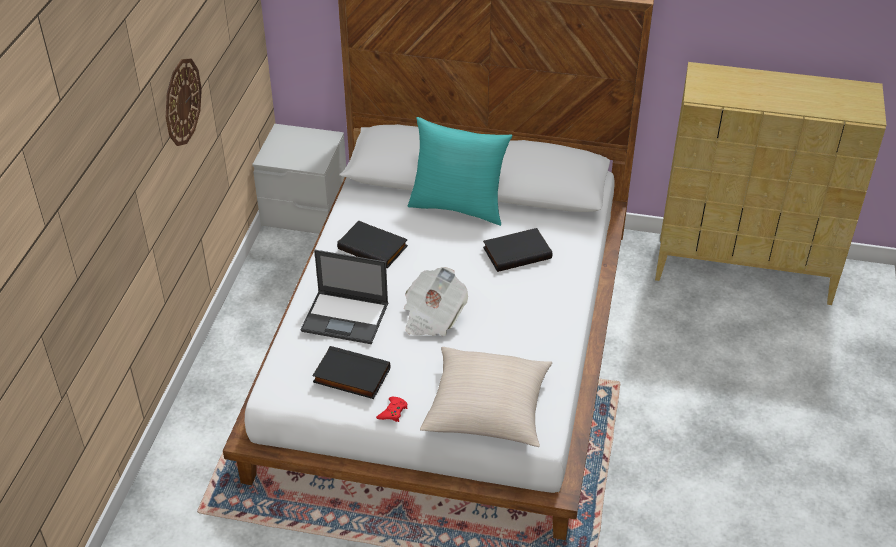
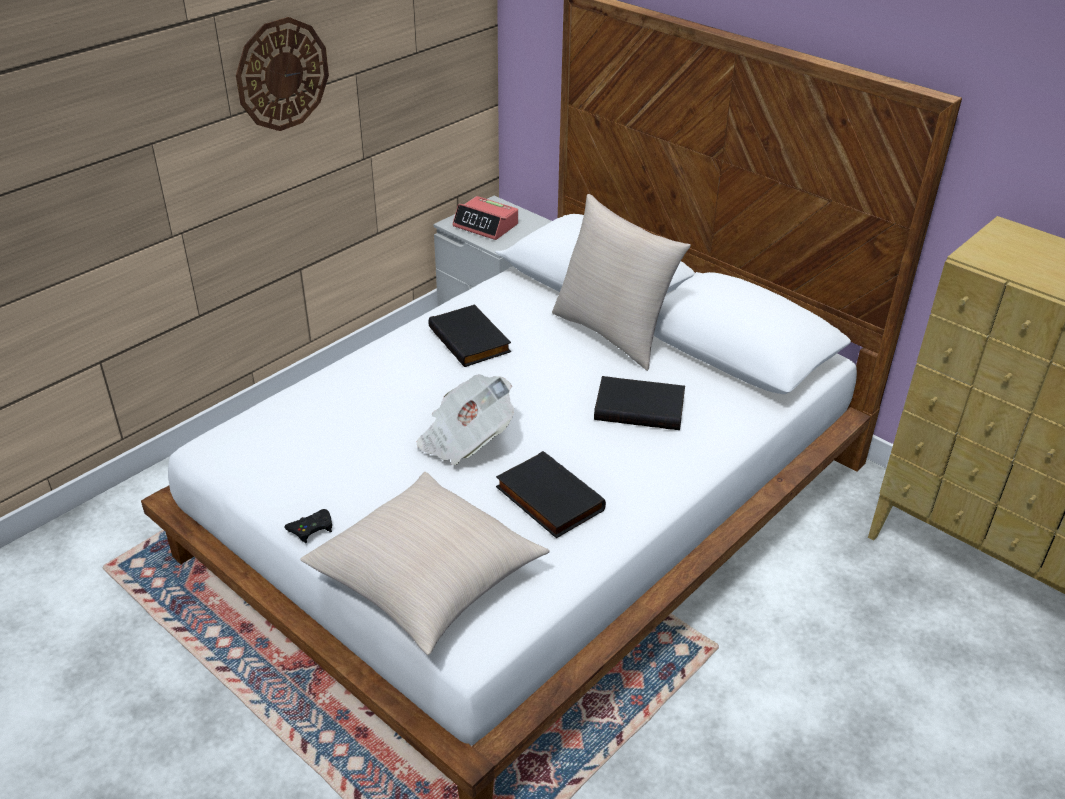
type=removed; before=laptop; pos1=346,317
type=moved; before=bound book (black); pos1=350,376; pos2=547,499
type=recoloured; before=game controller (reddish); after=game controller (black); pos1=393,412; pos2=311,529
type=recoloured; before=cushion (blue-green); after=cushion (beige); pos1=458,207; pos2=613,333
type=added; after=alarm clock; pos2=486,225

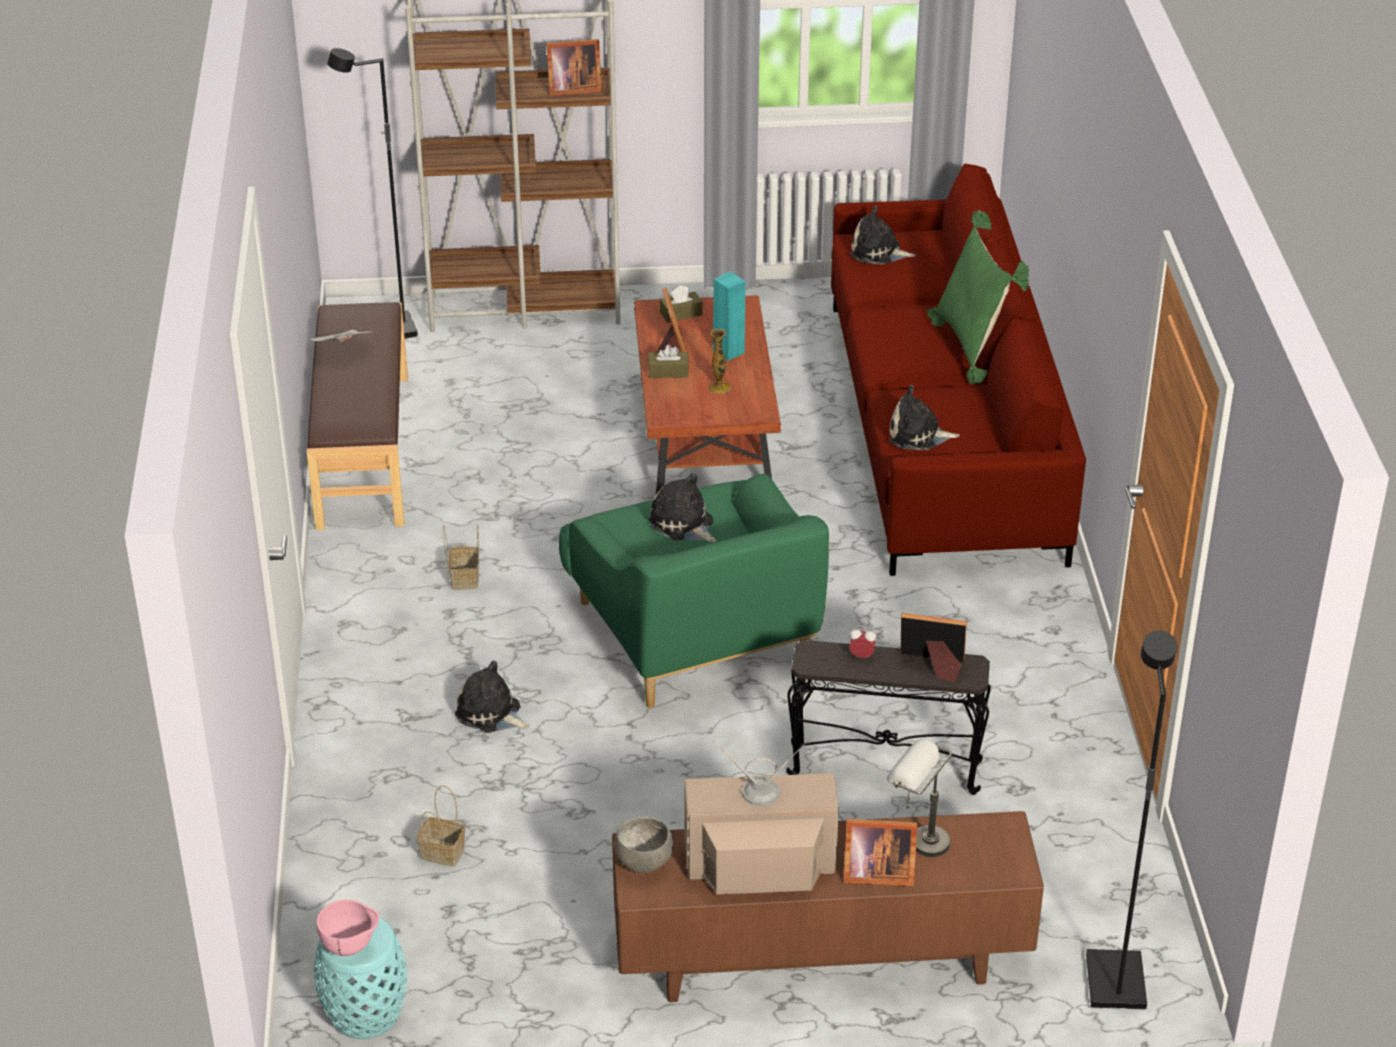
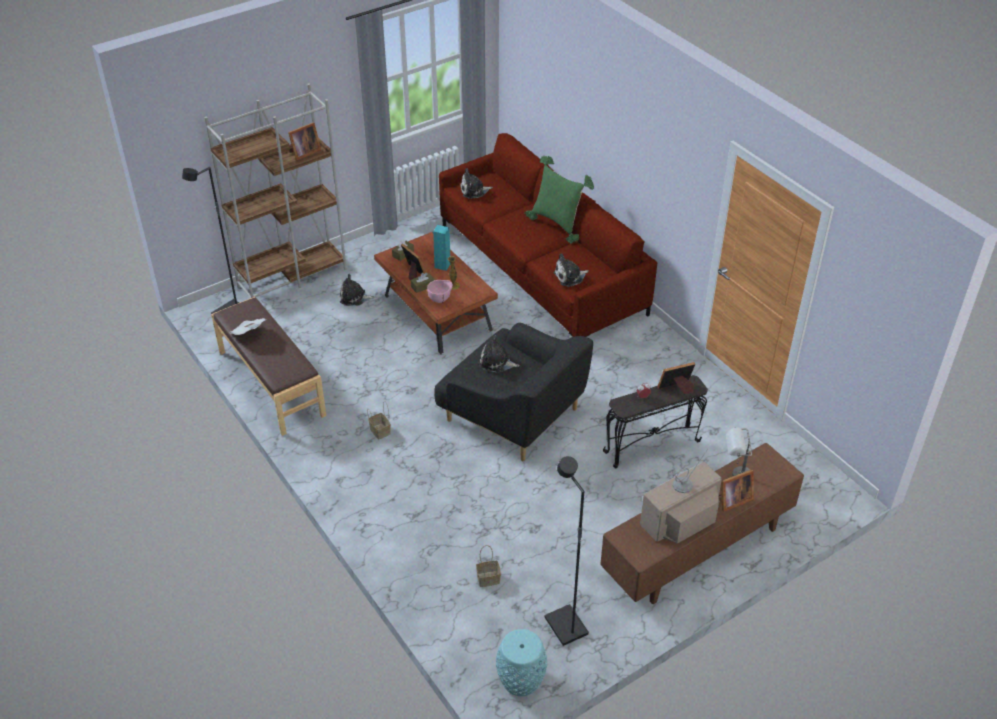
type=moved; before=deep dish (pink); pos1=351,948; pos2=440,300
type=moved; before=cuddly toy; pos1=491,714; pos2=354,298
type=recoloured; before=armchair (greenish); after=armchair (black); pos1=695,633; pos2=513,414
type=removed; before=deep dish (greyish); pos1=645,862
type=moved; before=floor lamp (black); pos1=1113,982; pos2=565,626

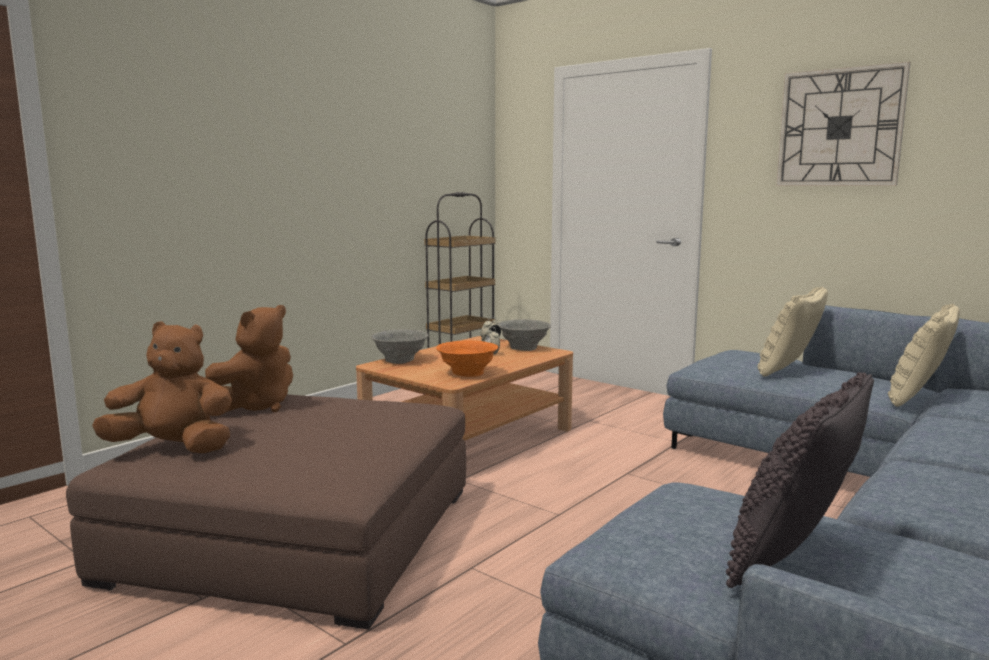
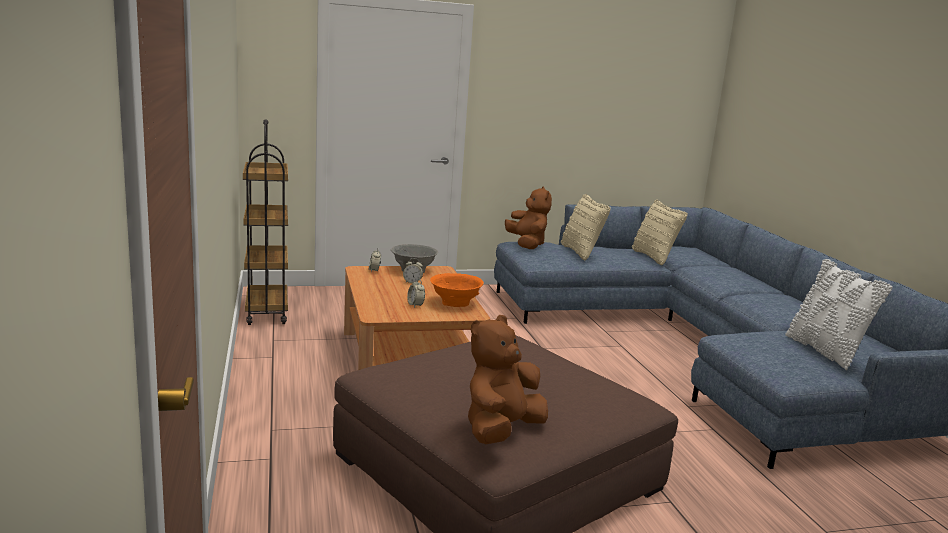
type=moved; before=cuddly toy (brown-coloured); pos1=256,406; pos2=527,244
type=removed; before=deep dish (greyish); pos1=400,360
type=recoloured; before=cushion (black); after=cushion (whitish); pos1=791,559; pos2=825,352
type=removed; before=wall clock; pos1=839,127
type=added; after=alarm clock; pos2=415,305

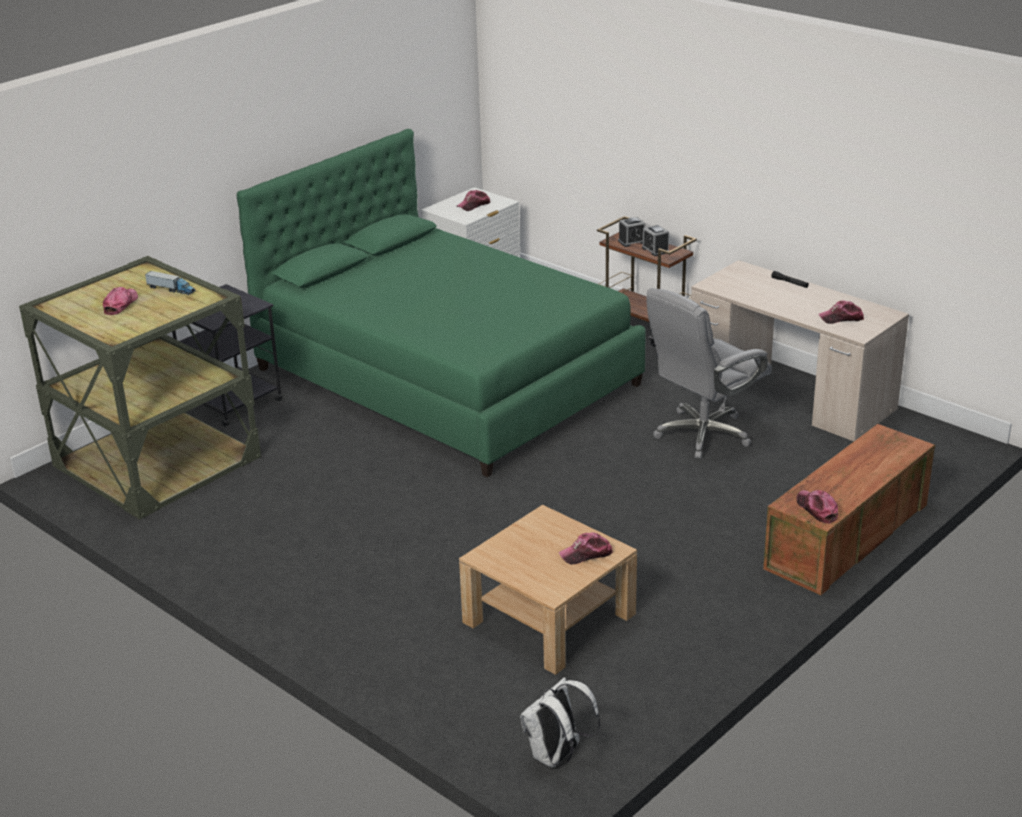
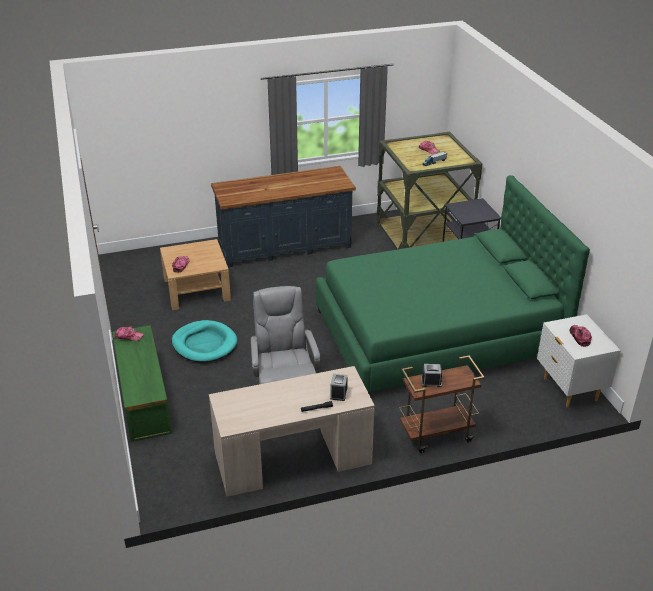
type=removed; before=knapsack (whitish); pos1=557,756
type=moved; before=alarm clock; pos1=632,241; pos2=338,393
type=recoloured; before=bench (brown-coloured); after=bench (greenish); pos1=848,537; pos2=142,397
type=removed; before=baseball cap; pos1=841,318
type=added; after=dog cushion (blue-green); pos2=204,344
type=added; after=drawer chest (blue); pos2=285,246

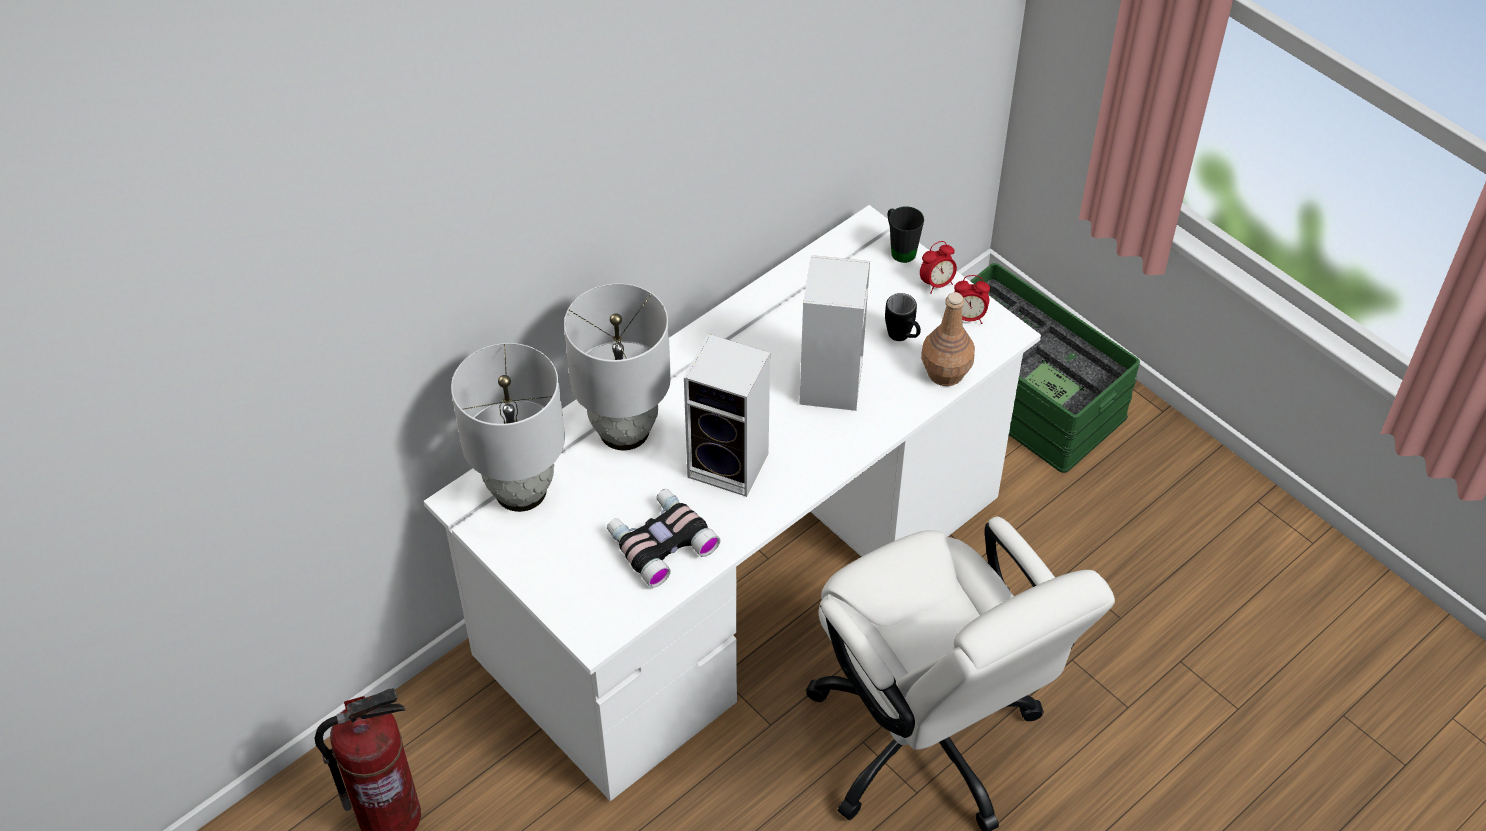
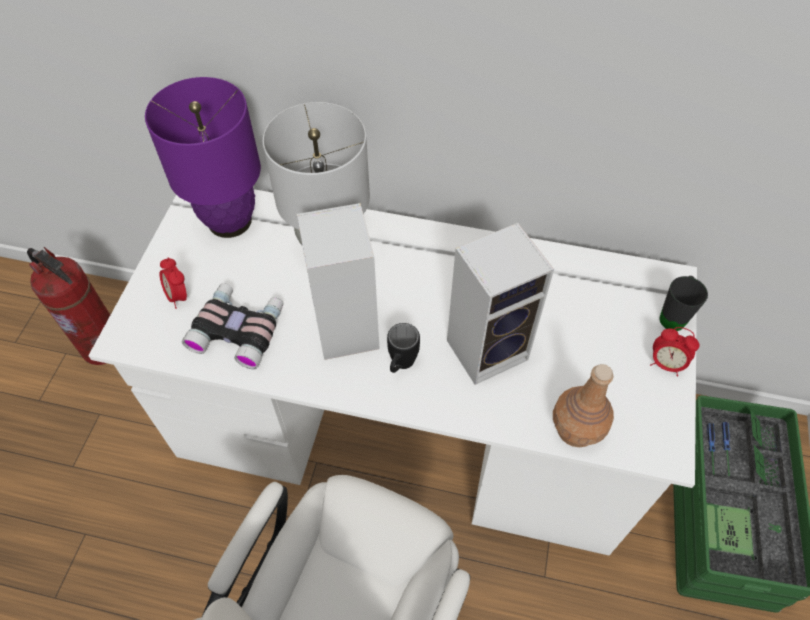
type=recoloured; before=lamp for a table (whitish); after=lamp for a table (purplish); pos1=520,490; pos2=230,220
type=moved; before=mug (black); pos1=903,338; pos2=400,366
type=moved; before=alarm clock; pos1=968,317; pos2=179,296

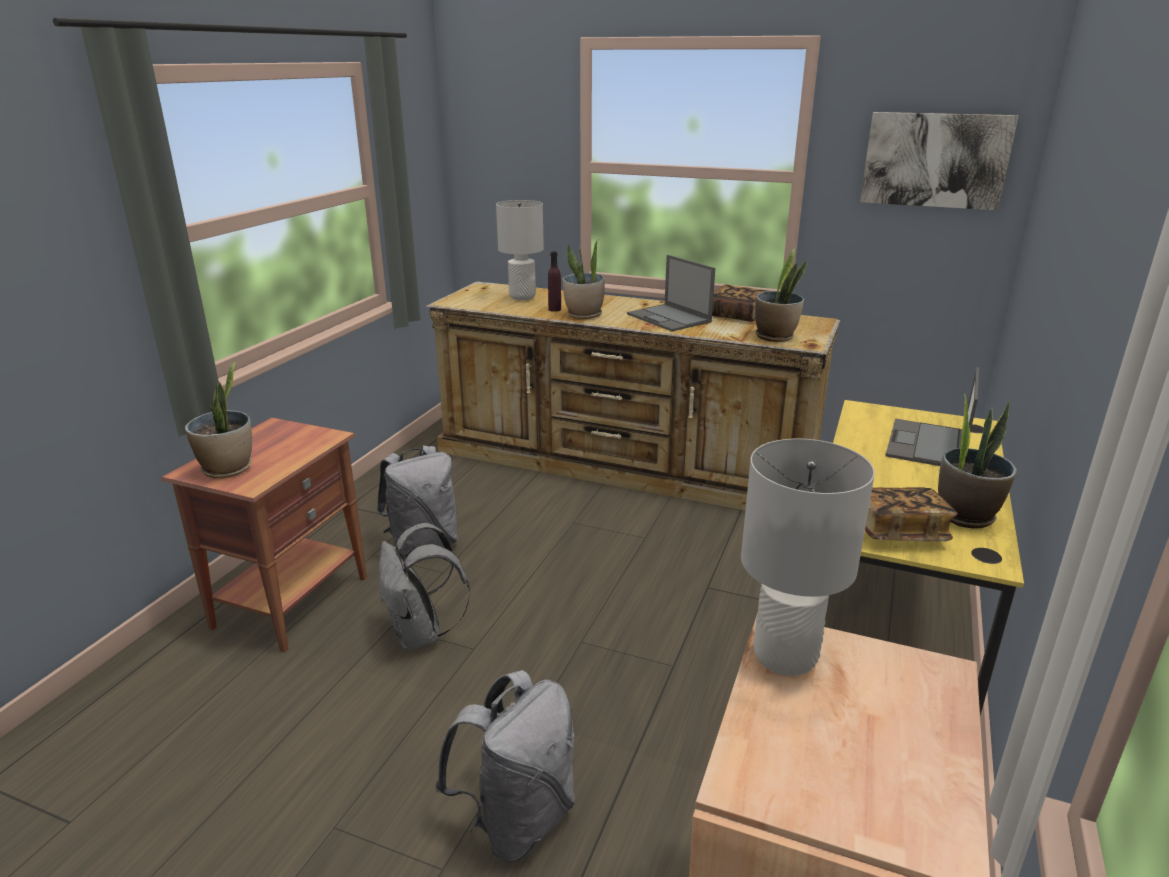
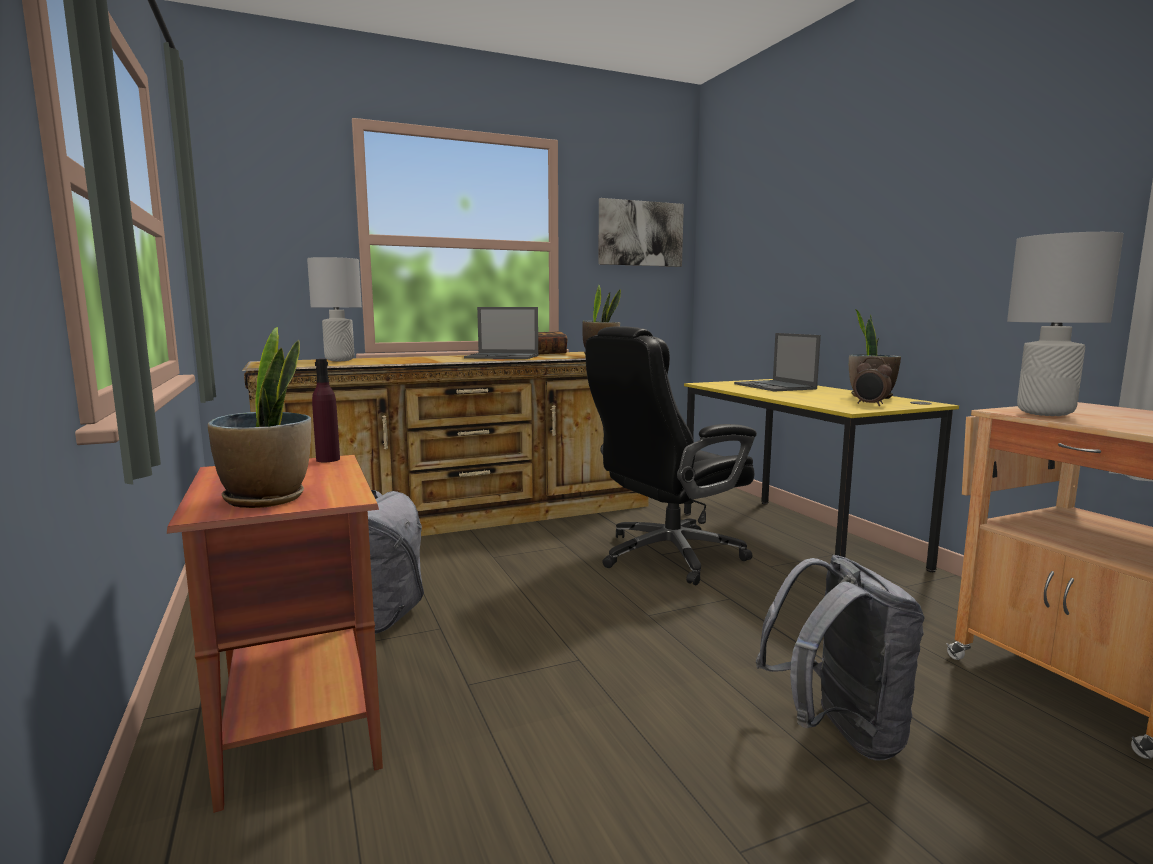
type=removed; before=knapsack (greyish); pos1=421,634
type=moved; before=bottle (purplish); pos1=554,309; pos2=328,459
type=removed; before=potted plant; pos1=584,315
type=replaced; before=bound book; after=alarm clock; pos1=897,531; pos2=870,404
type=added; after=computer chair (black); pos2=667,556

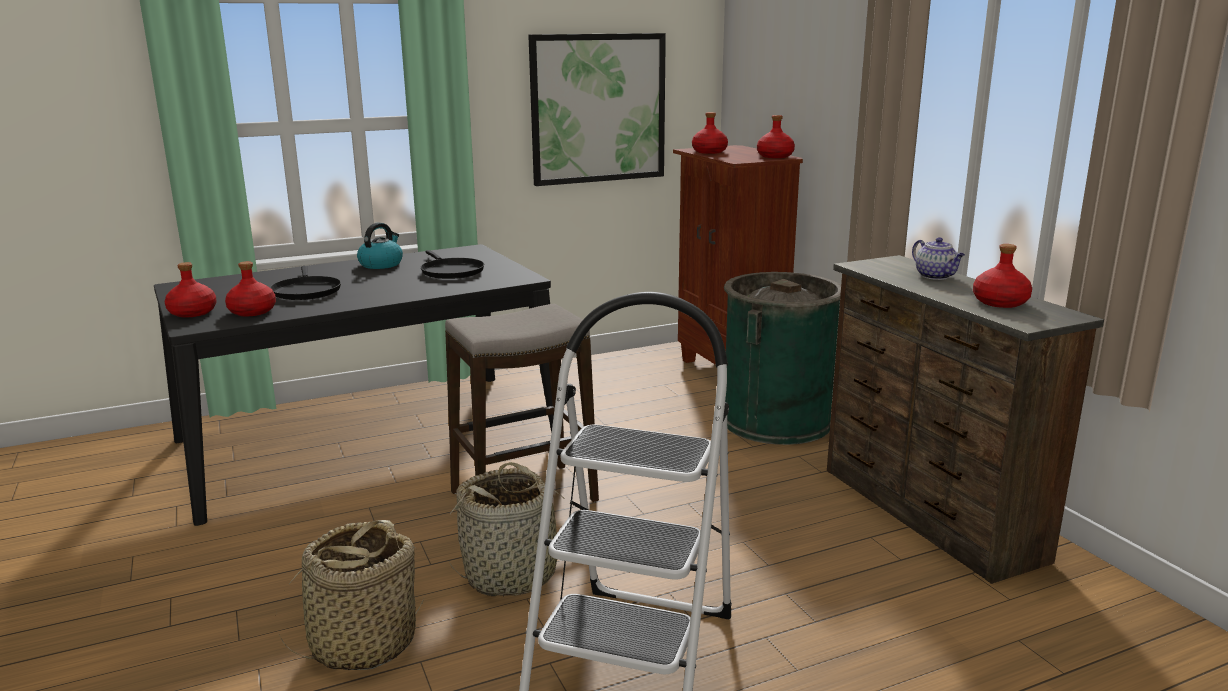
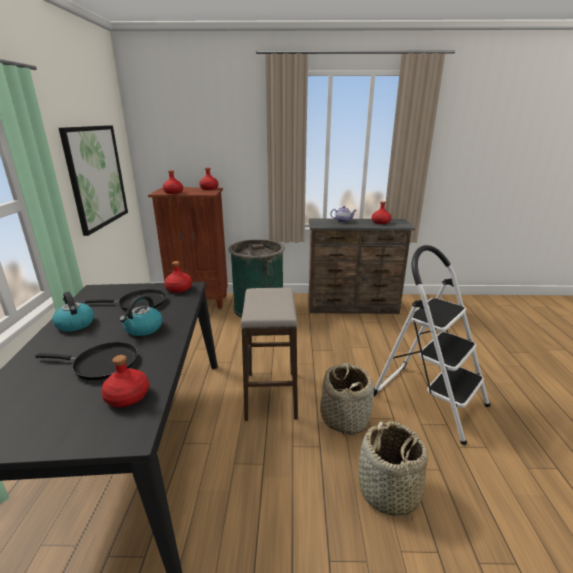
type=moved; before=bottle (reddish); pos1=192,312; pos2=179,289
type=added; after=tea kettle; pos2=143,329

